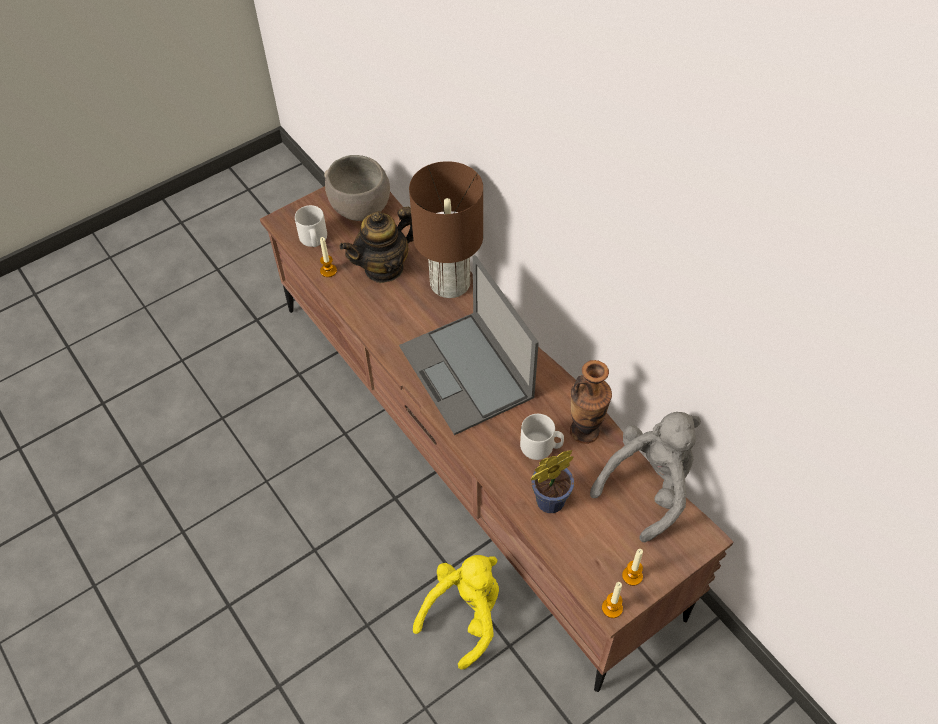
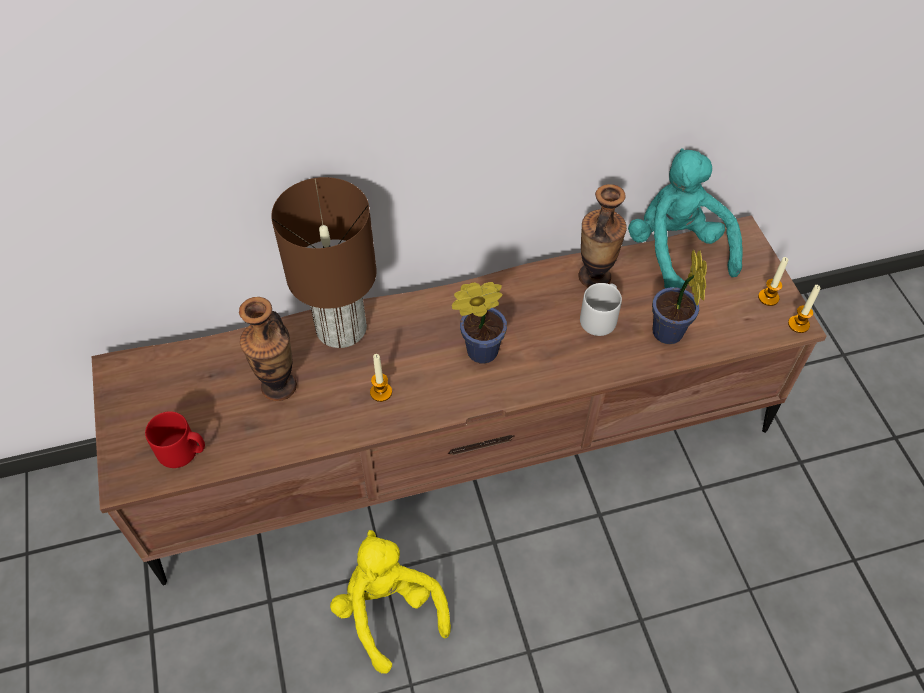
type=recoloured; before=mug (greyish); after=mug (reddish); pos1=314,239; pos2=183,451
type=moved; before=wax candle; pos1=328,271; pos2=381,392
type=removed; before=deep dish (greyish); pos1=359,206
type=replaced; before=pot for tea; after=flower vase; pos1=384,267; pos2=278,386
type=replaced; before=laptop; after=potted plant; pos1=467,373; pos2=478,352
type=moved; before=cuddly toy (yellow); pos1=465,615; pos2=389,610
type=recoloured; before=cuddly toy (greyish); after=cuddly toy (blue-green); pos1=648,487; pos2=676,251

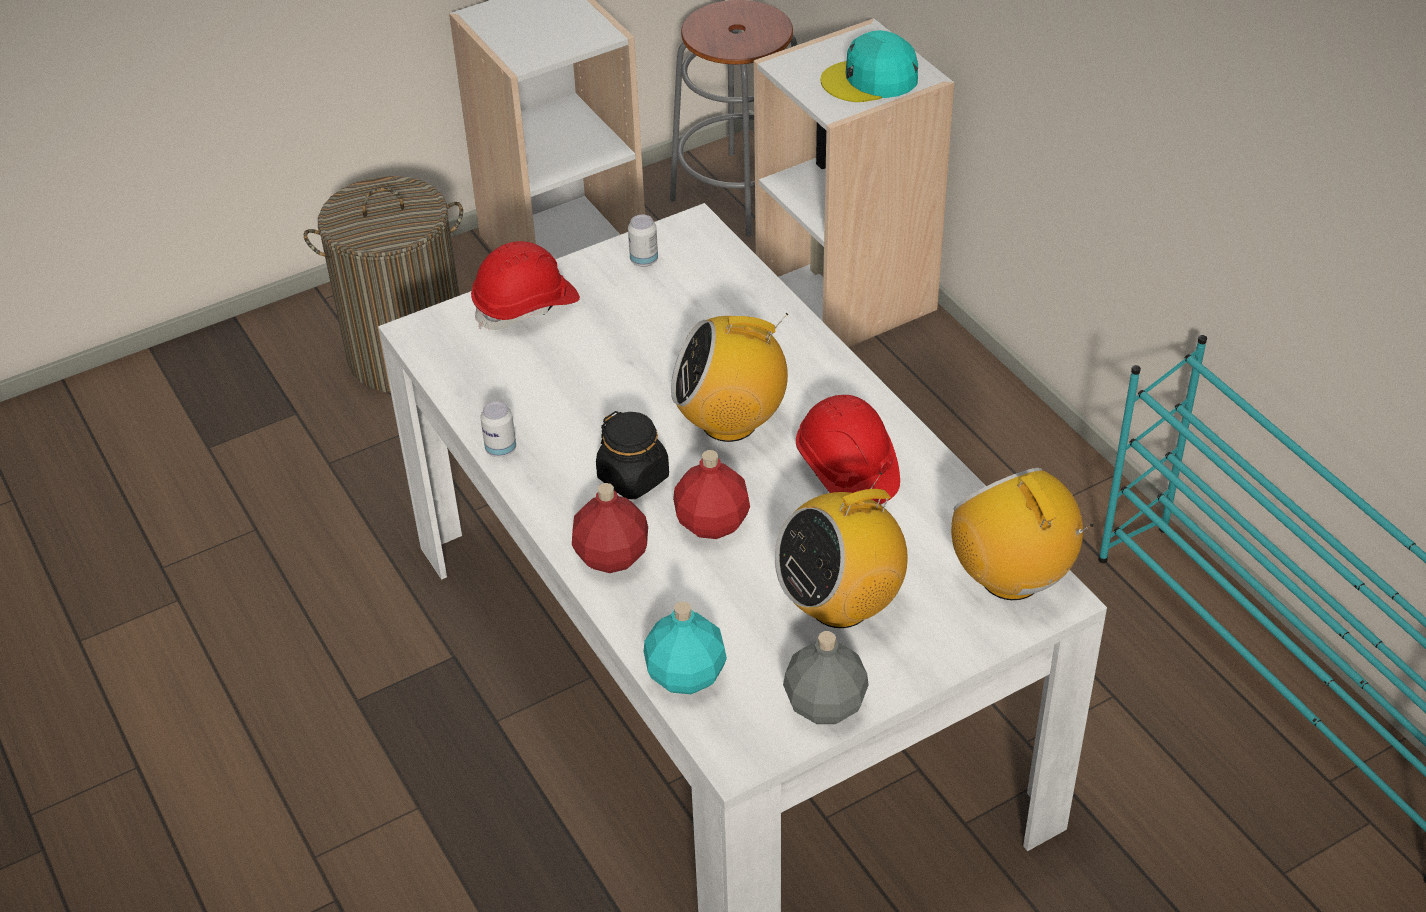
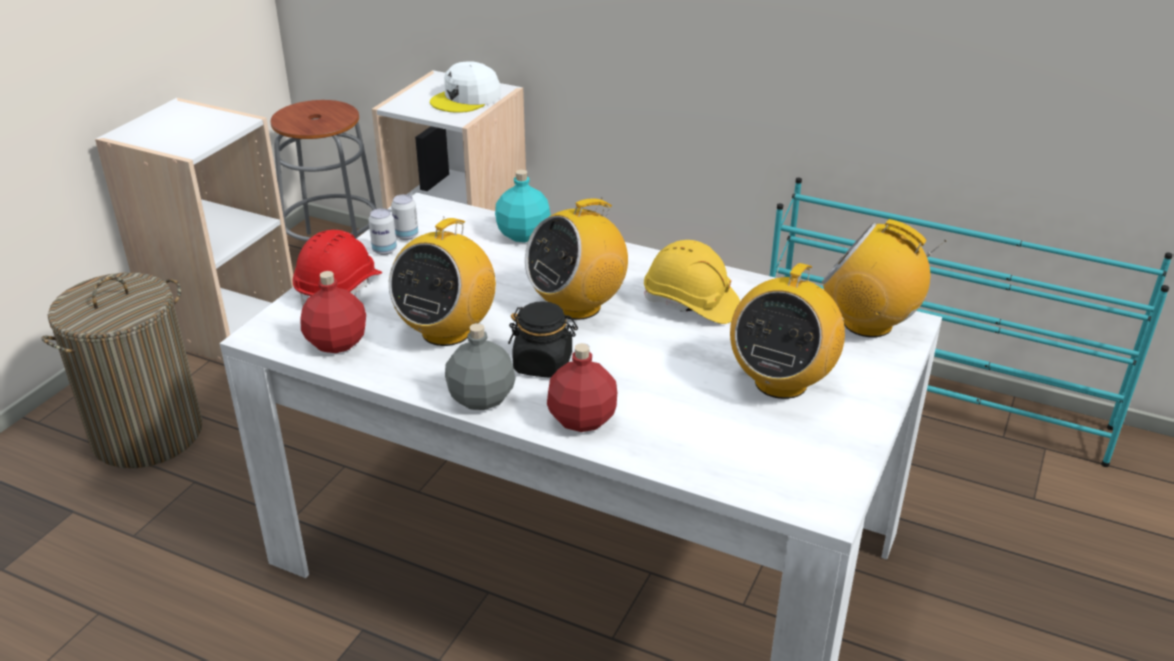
type=moved; before=can; pos1=501,449; pos2=384,250
type=moved; before=bottle (blue-green); pos1=687,675; pos2=524,234
type=moved; before=bottle (reddish); pos1=713,522; pos2=337,342
type=moved; before=bottle (greyish); pos1=823,704; pos2=480,398
type=recoloured; before=work helmet (reddish); after=work helmet (yellow); pos1=846,470; pos2=691,304
type=recoloured; before=baseball cap (blue-green); after=baseball cap (whitish); pos1=870,80; pos2=466,98
type=added; after=radio set; pos2=446,331

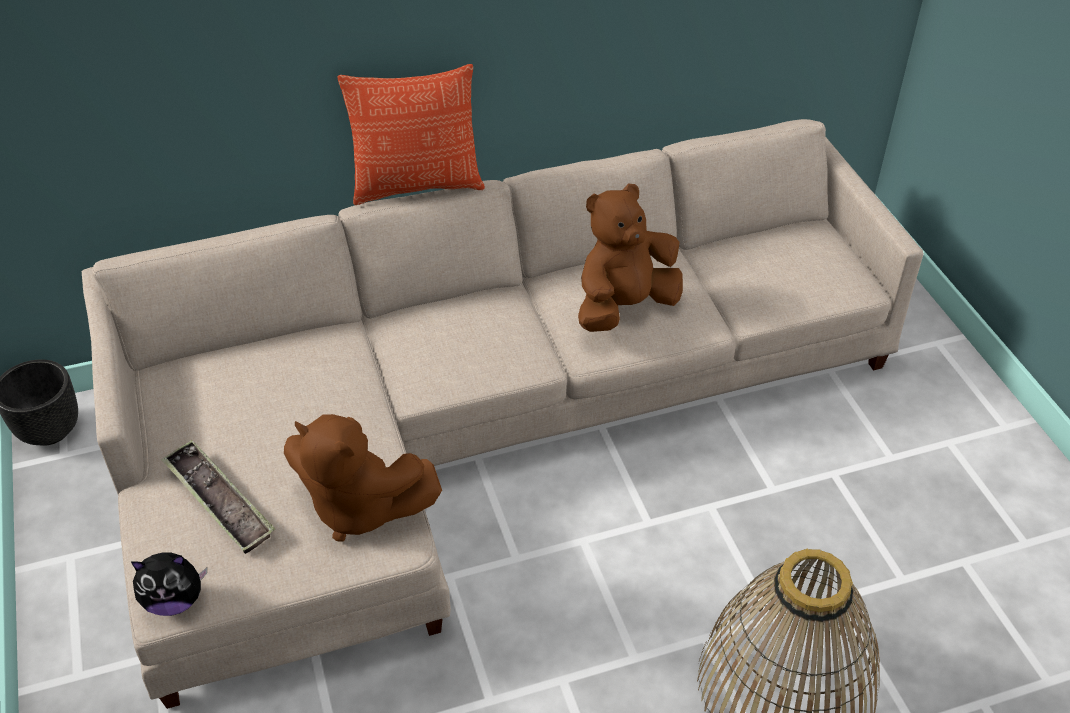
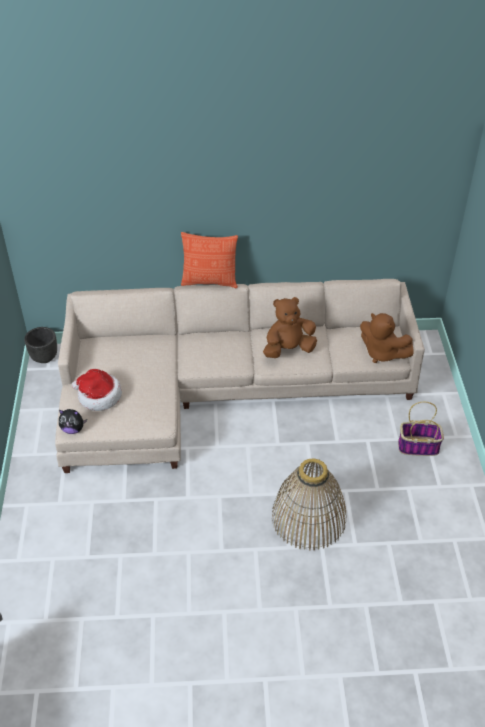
type=replaced; before=serving tray; after=hat; pos1=219,502; pos2=98,396
type=moved; before=cuddly toy (brown-coloured); pos1=359,507; pos2=382,353
type=added; after=household basket; pos2=418,446

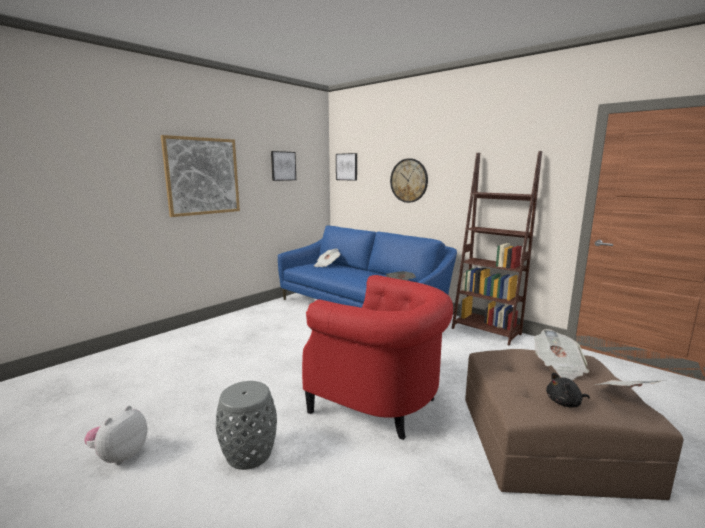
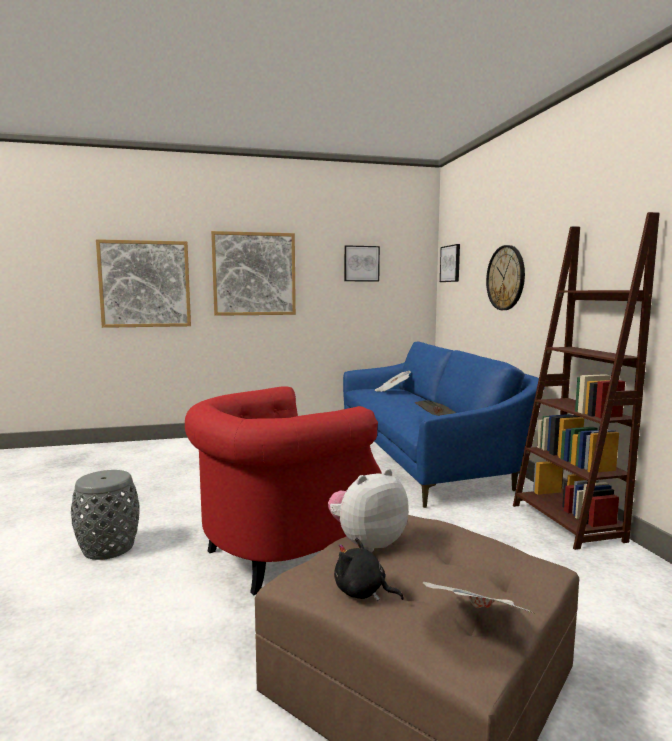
type=moved; before=cuddly toy; pos1=120,456; pos2=367,543
type=turned; before=armchair (reddish); pos1=380,403; pos2=280,553; turn=75
type=removed; before=newspaper; pos1=558,367
type=added; after=picture; pos2=145,284

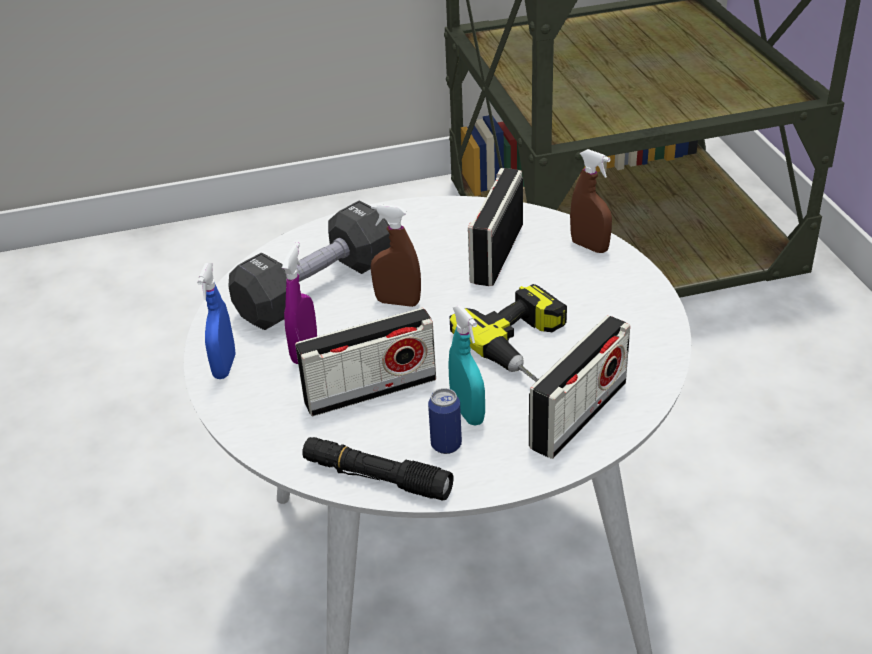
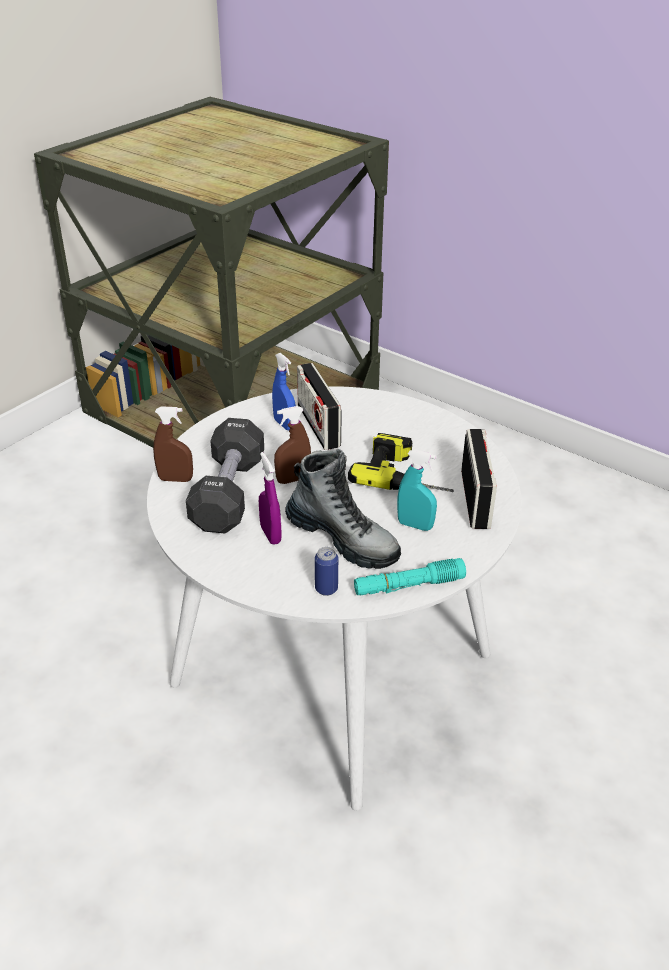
type=moved; before=hand sprayer (blue); pos1=225,367; pos2=284,424
type=replaced; before=radio set; after=high-top boot; pos1=370,391; pos2=343,539
type=recoloured; before=hand torch (black); after=hand torch (blue-green); pos1=376,477; pos2=408,585
type=moved; before=can; pos1=446,445; pos2=326,589
type=moved; before=hand sprayer (brown-coloured); pos1=589,246; pos2=175,479

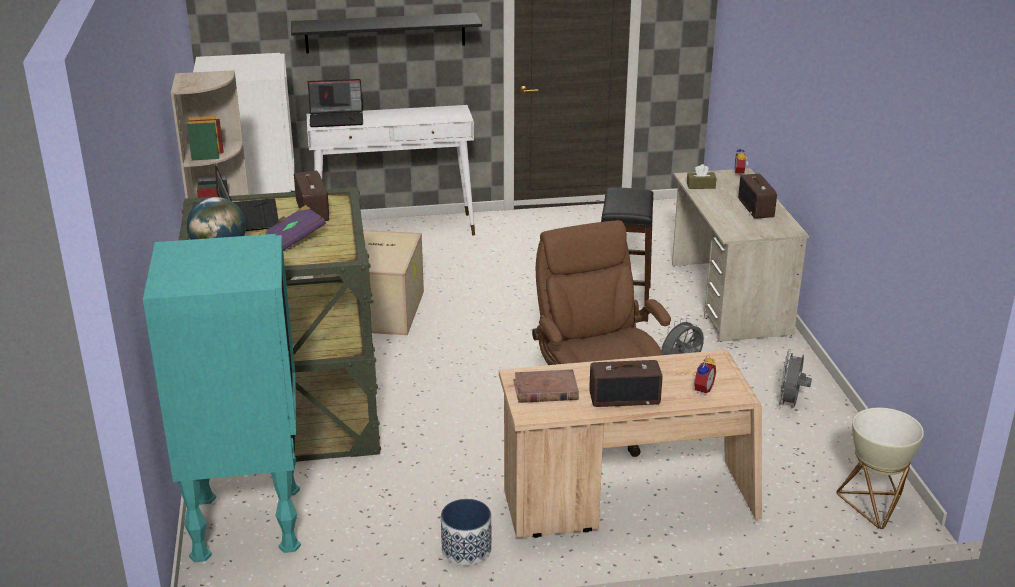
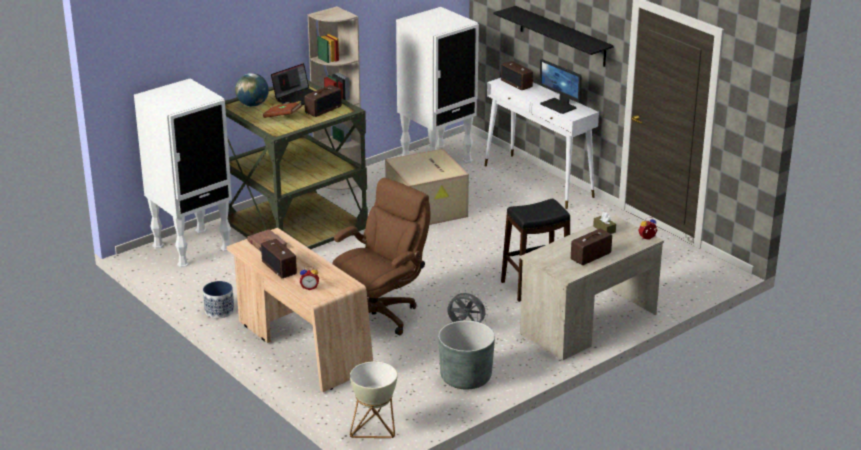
type=recoloured; before=cabinet (blue-green); after=cabinet (whitish); pos1=248,521; pos2=193,247
type=recoloured; before=bound book (purplish); after=bound book (brown-coloured); pos1=293,240; pos2=283,116
type=replaced; before=laptop; after=radio set; pos1=337,119; pos2=517,83
type=replaced; before=fan (greyish); after=plant pot (greyish); pos1=790,404; pos2=466,377
type=added; after=computer screen; pos2=559,106

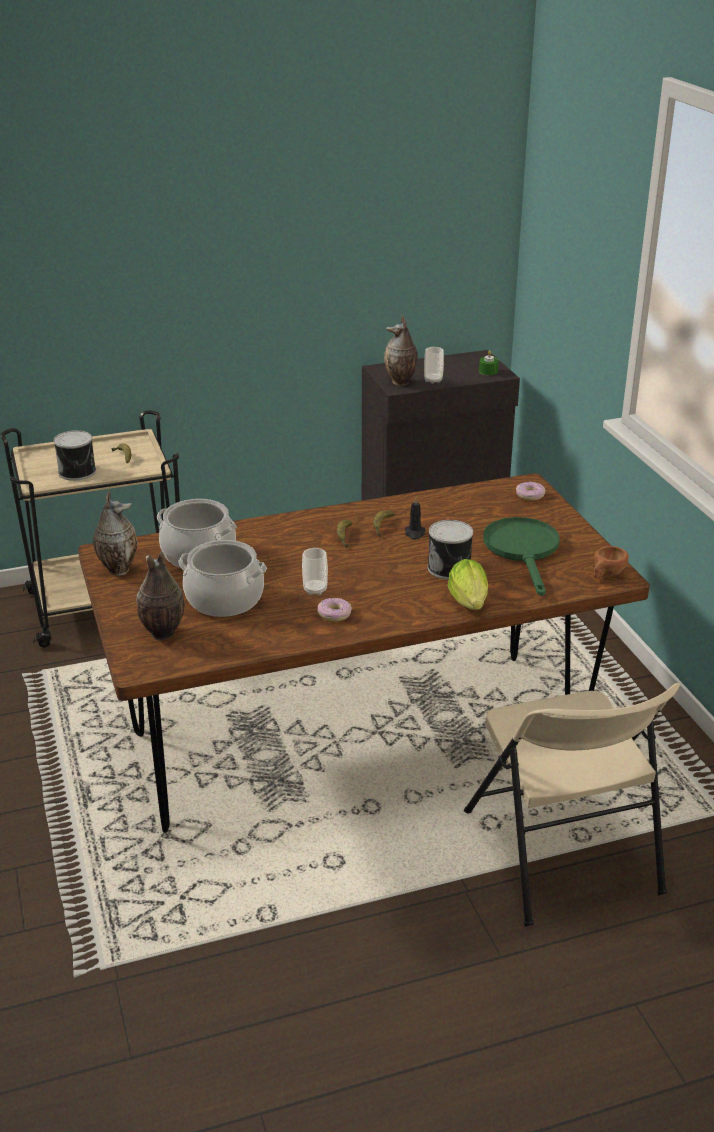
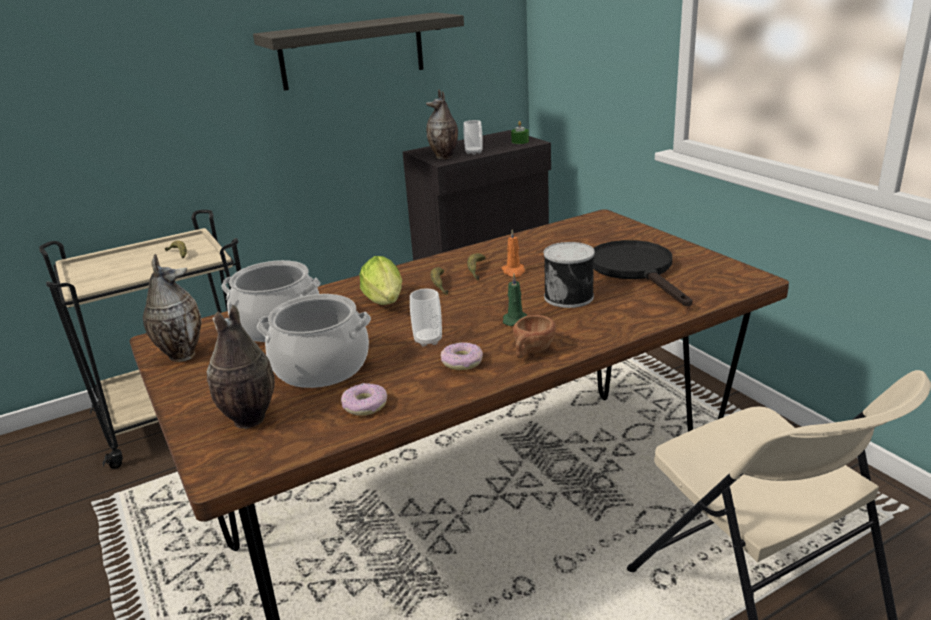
type=removed; before=can; pos1=78,472
type=recoloured; before=wax candle (black); after=wax candle (orangey); pos1=414,533; pos2=513,271
type=moved; before=lettuce; pos1=469,604; pos2=386,303
type=recoloured; before=pan (greenish); after=pan (black); pos1=523,550; pos2=636,270
type=moved; before=ring doughnut; pos1=530,495; pos2=365,406
type=moved; before=small cup (brown-coloured); pos1=606,574; pos2=531,351
type=added; after=bracket shelf; pos2=352,51
type=added; after=wax candle (greenish); pos2=515,320

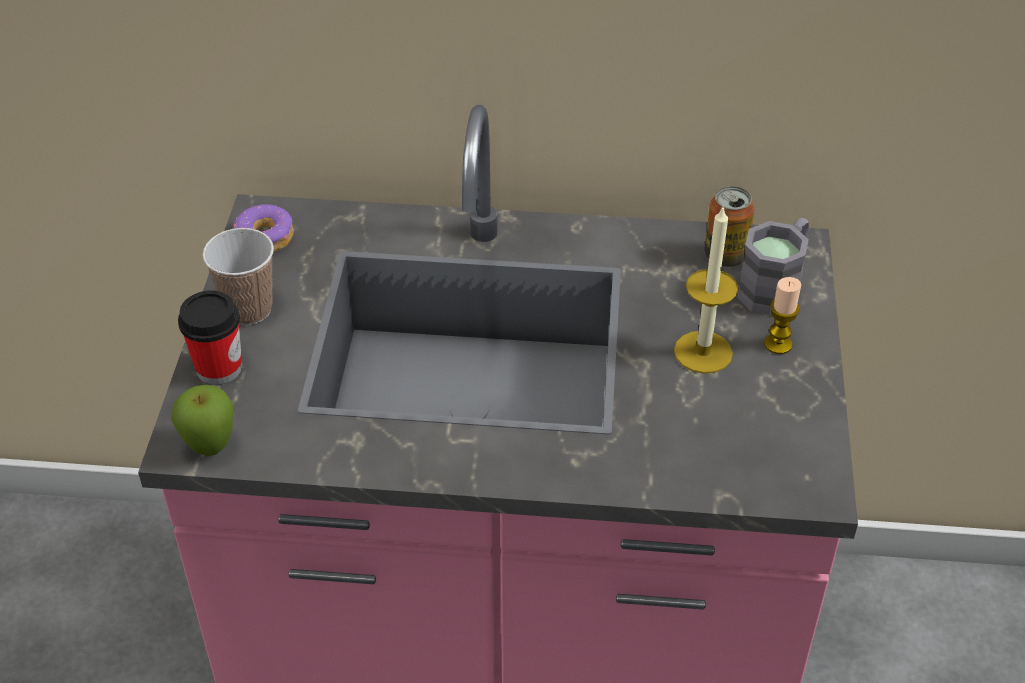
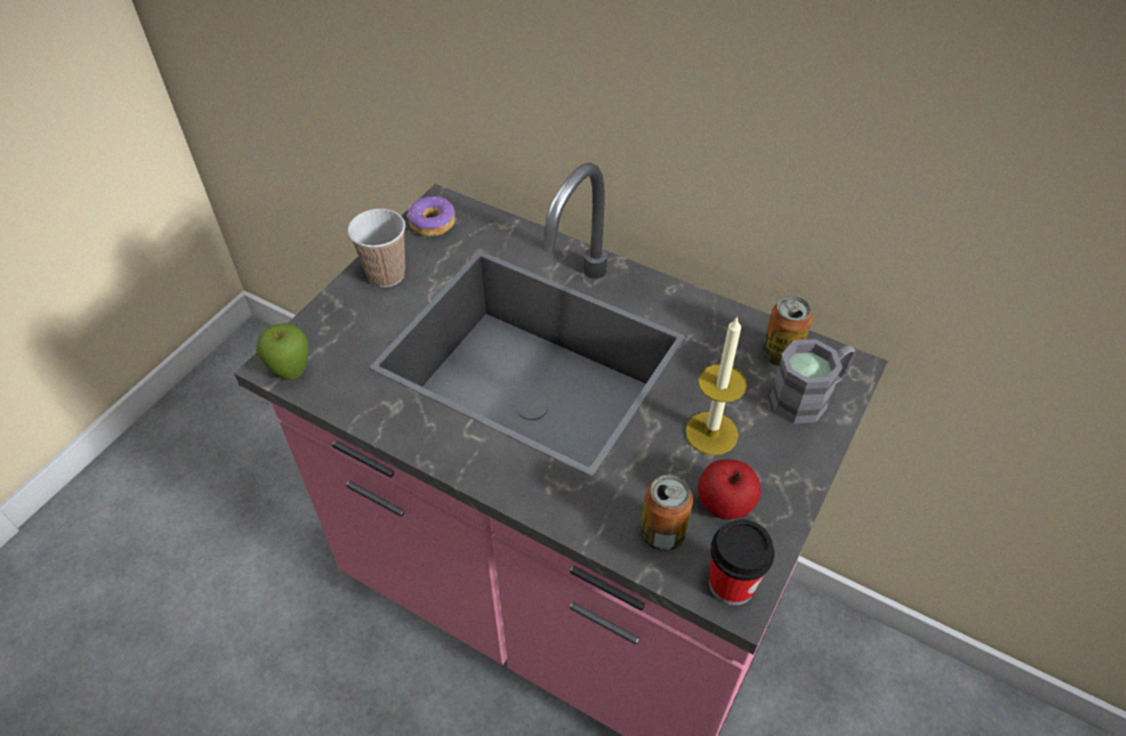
type=moved; before=small cup; pos1=219,368; pos2=731,584
type=removed; before=wax candle; pos1=778,344
type=added; after=can; pos2=662,533
type=added; after=apple; pos2=725,504

